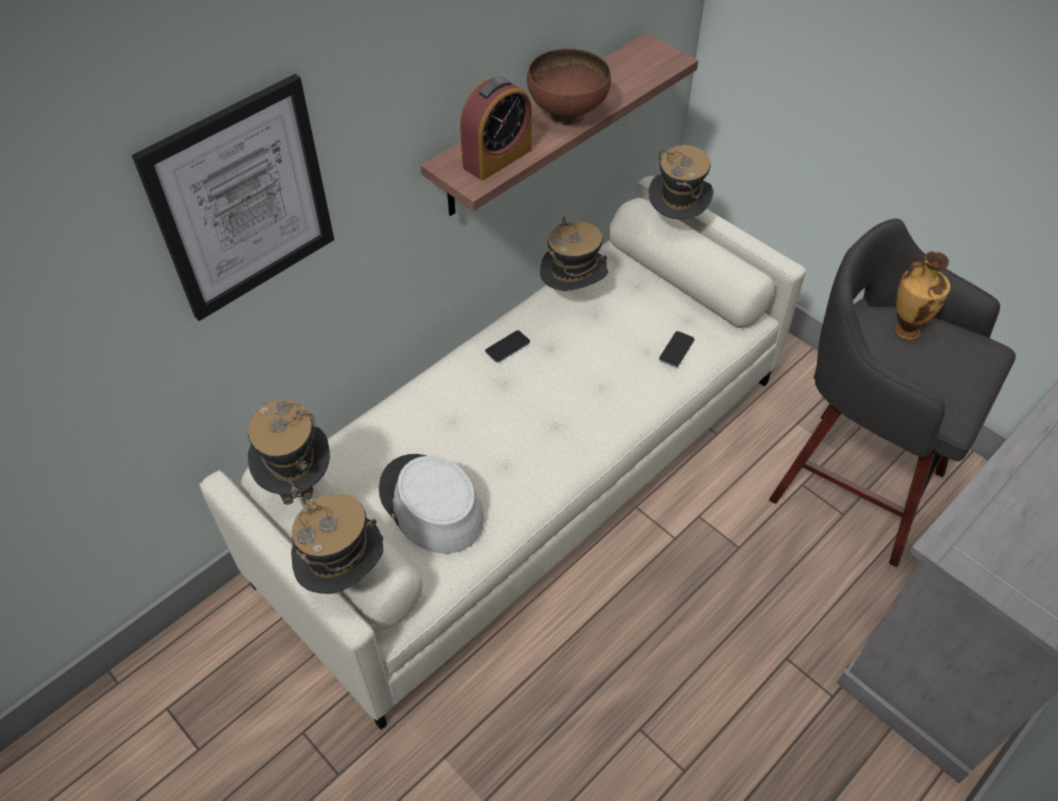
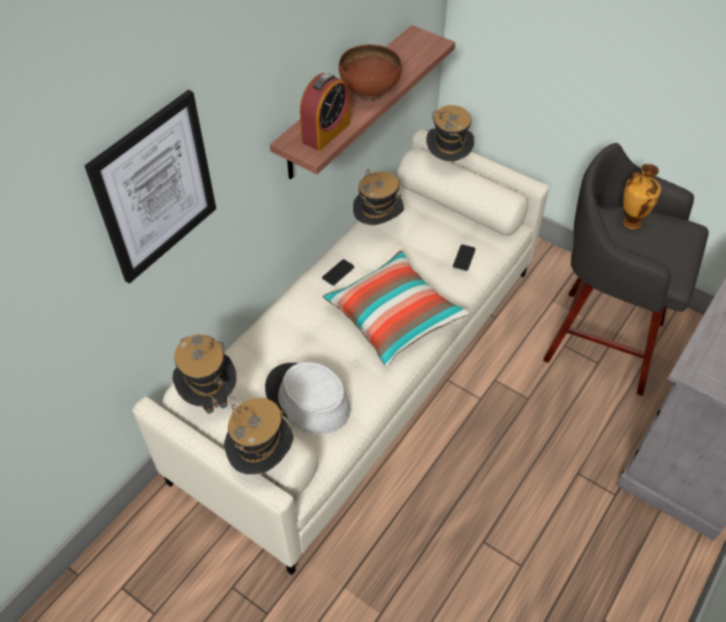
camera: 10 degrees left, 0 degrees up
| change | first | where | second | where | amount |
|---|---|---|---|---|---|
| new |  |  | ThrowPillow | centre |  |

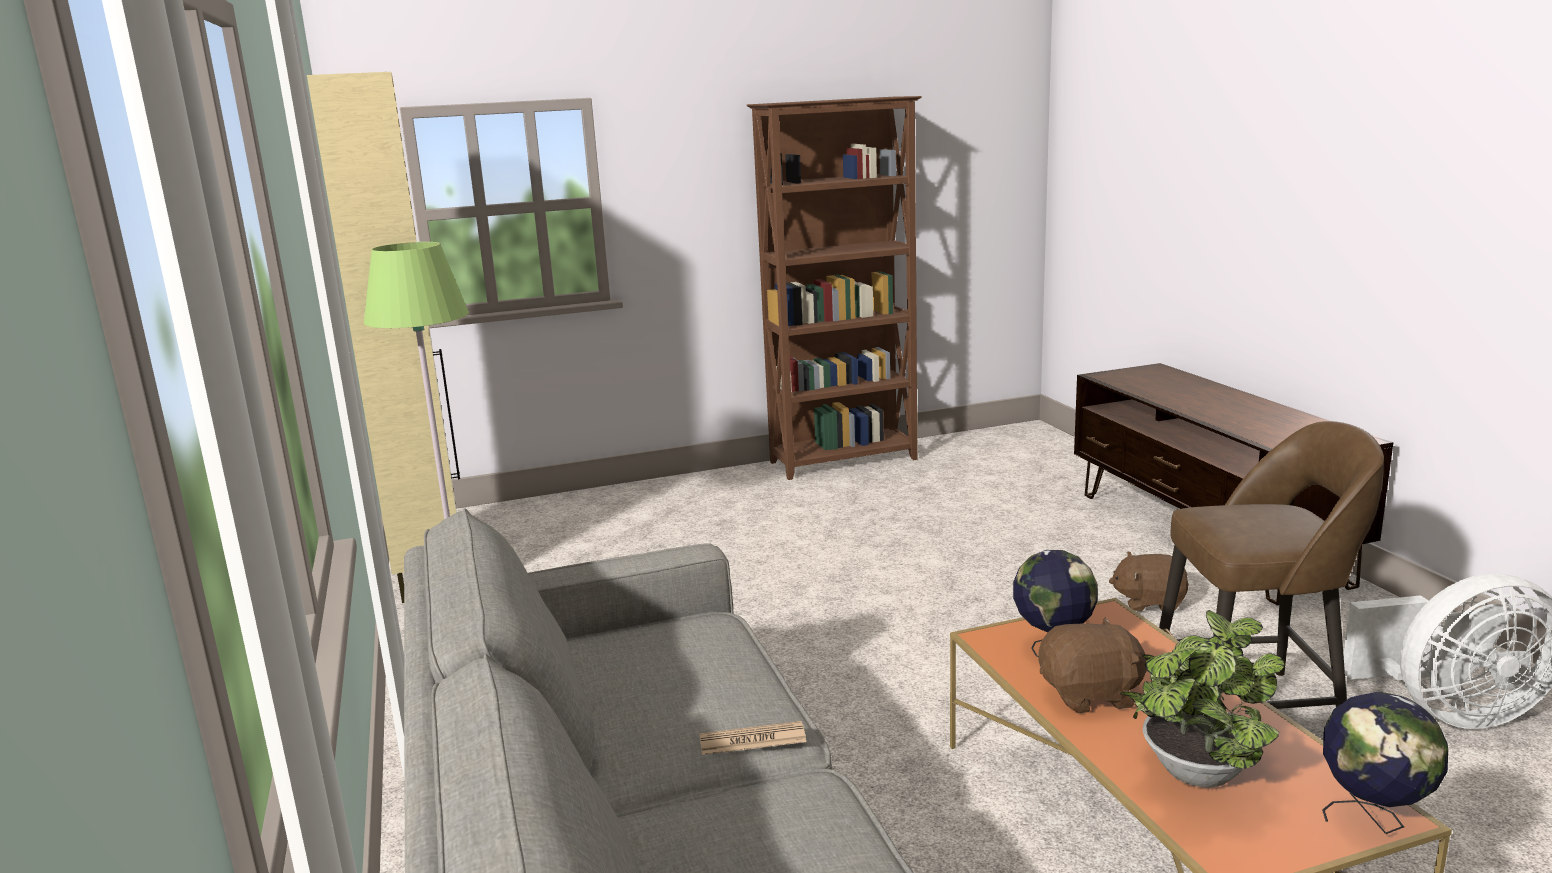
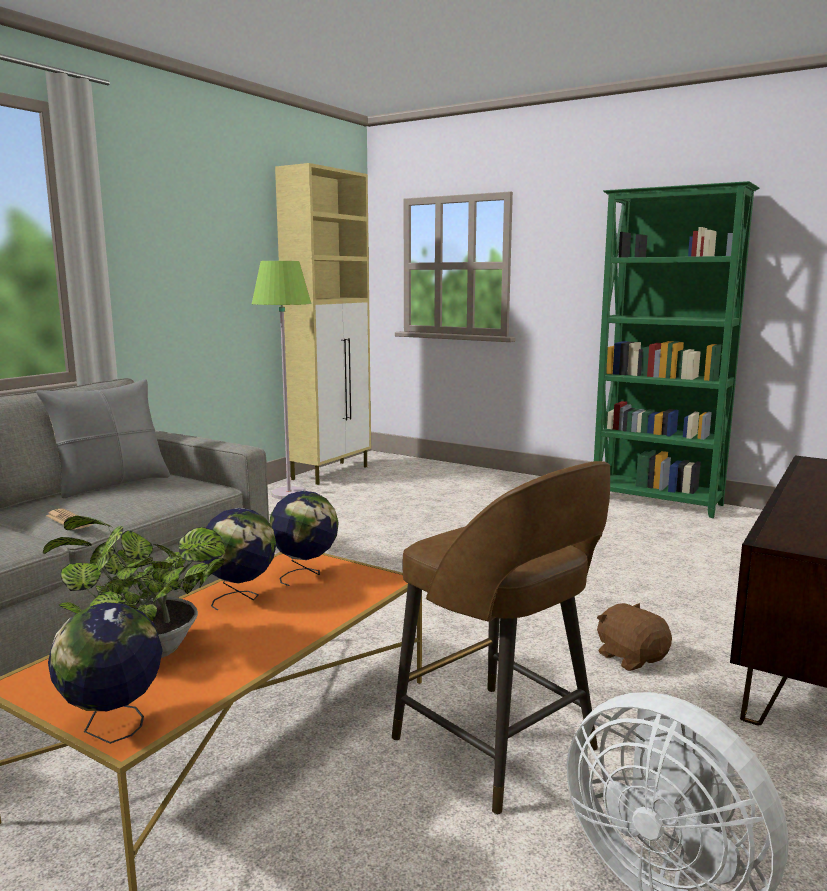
camera: 50 degrees right, 5 degrees down
| change | first | where | second | where | amount |
|---|---|---|---|---|---|
| new |  |  | GrayThrowPillow | middle left |  |
| swapped | BrownishSoftToy (no. 1 from left) | bottom right | DeskGlobe (no. 2 from left) | middle left |  |
| repainted | BrownishBookshelf | top centre | GreenishBookshelf | middle right |  |

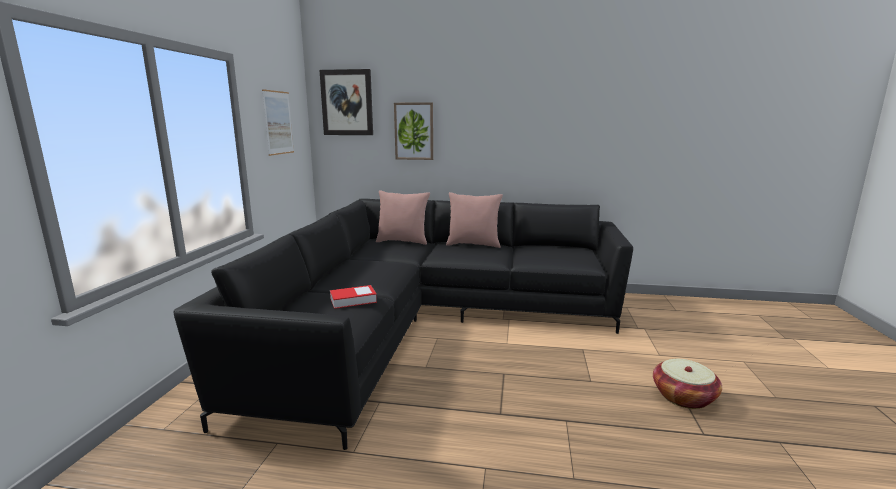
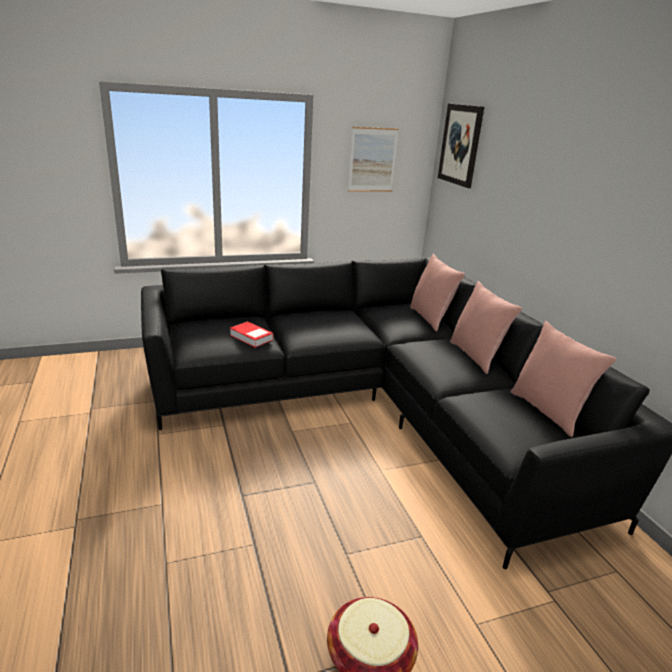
camera: 60 degrees right, 10 degrees up
| change | first | where | second | where | amount |
|---|---|---|---|---|---|
| gone | WallArt (no. 3 from left) | top centre |  |  |  |
| new |  |  | PinkThrowPillow (no. 3 from left) | middle right |  |

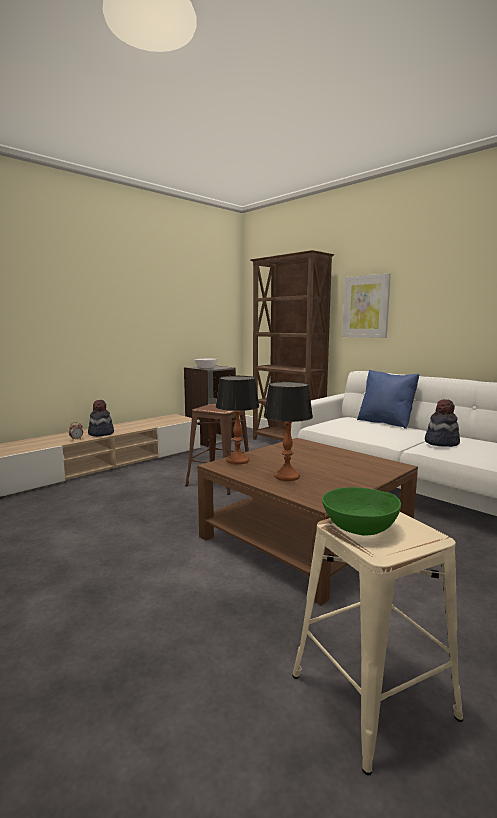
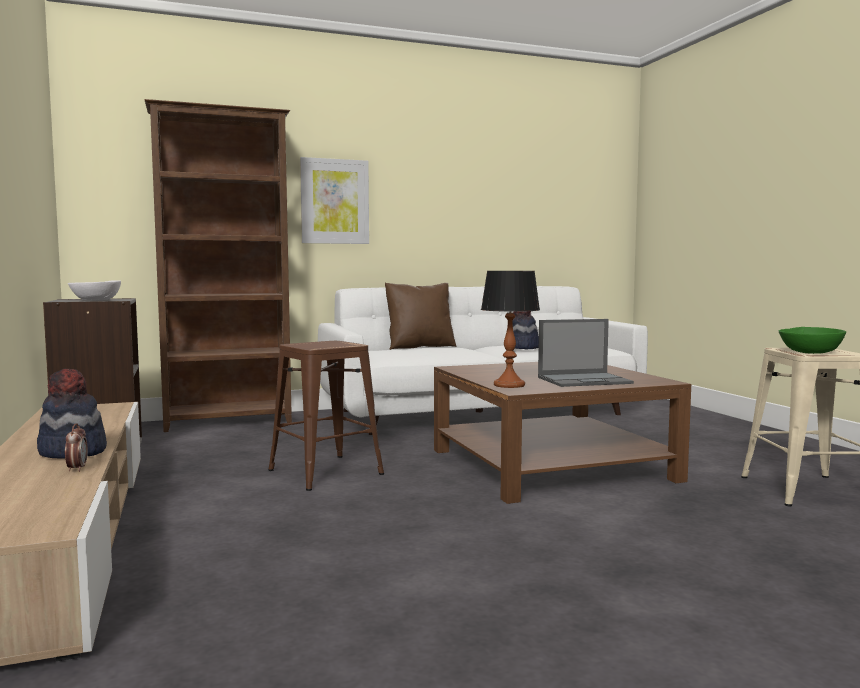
camera: 65 degrees left, 5 degrees down
| change | first | where | second | where | amount |
|---|---|---|---|---|---|
| swapped | TabletopLamp (no. 2 from left) | centre | NotebookComputer | middle right |  |
| repainted | BluishThrowPillow | middle right | BrownishThrowPillow | centre |  |

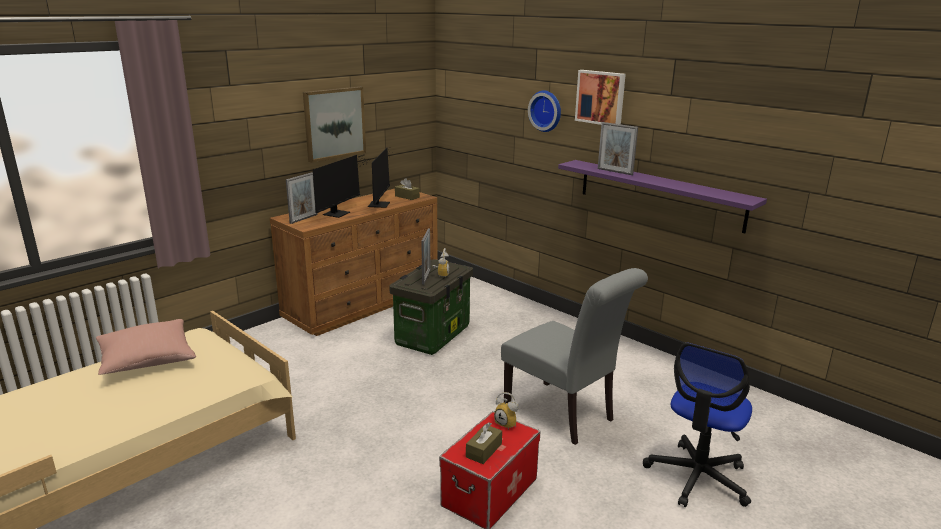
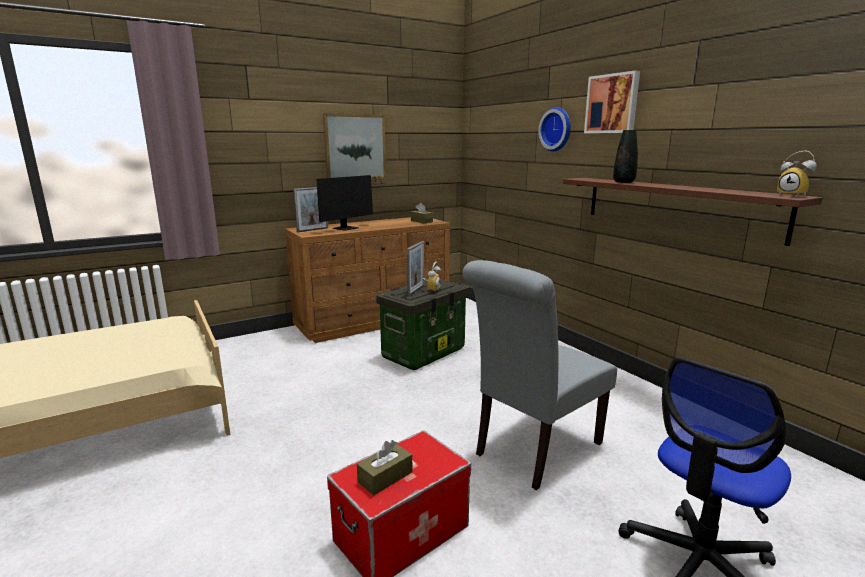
camera: 15 degrees right, 5 degrees down
| change | first | where | second | where | amount |
|---|---|---|---|---|---|
| gone | PinkThrowPillow | middle left |  |  |  |
| gone | ComputerDisplay (no. 2 from left) | centre |  |  |  |
| shifted | BedsideClock (no. 2 from left) | bottom centre |  | top right |  |
| swapped | PictureFrame (no. 3 from left) | top centre | BlackishDecorativeVase | top right |  |
| repainted | PurplishBracketShelf | middle right | BrownishBracketShelf | middle right |  |
| rotated | GrayPlainChair | bottom centre |  | centre | 75 degrees clockwise |

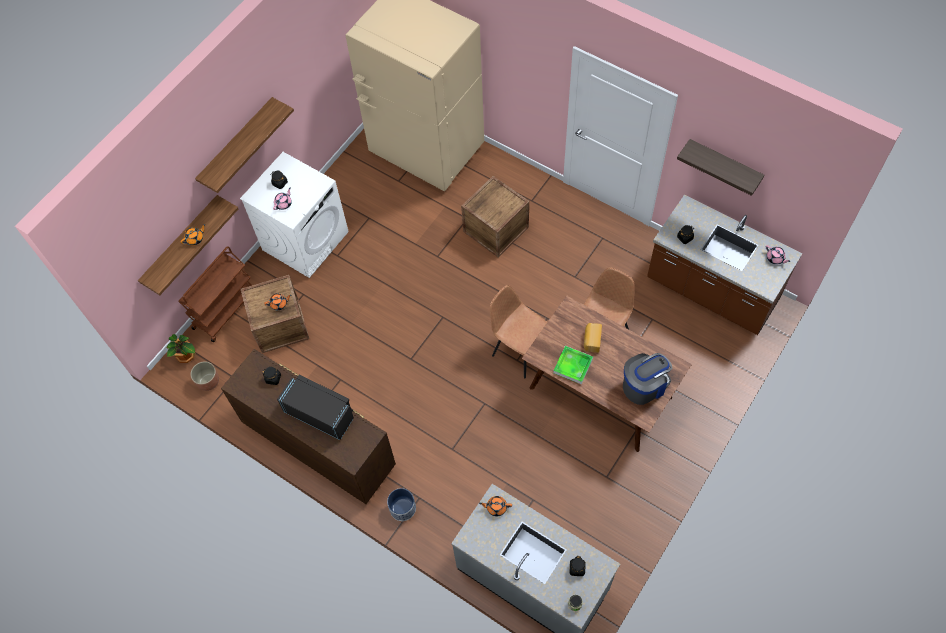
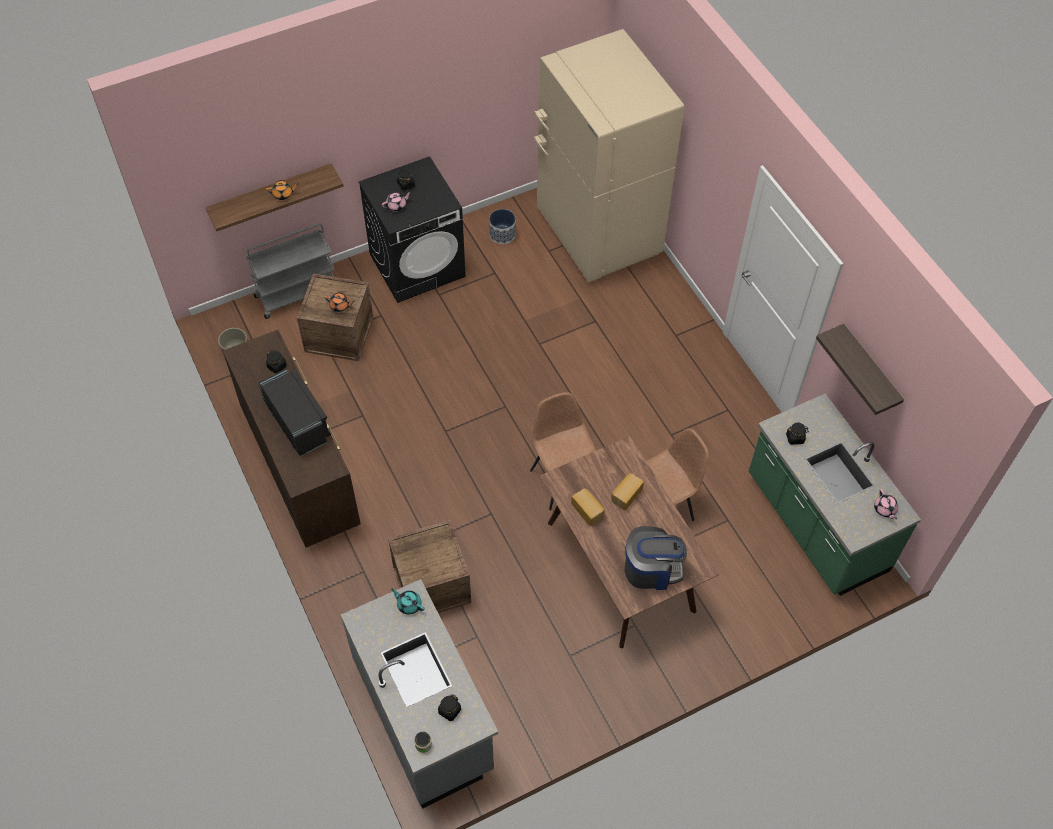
camera: 25 degrees right, 5 degrees down
| change | first | where | second | where | amount |
|---|---|---|---|---|---|
| gone | PottedPlant | middle left |  |  |  |
| gone | BracketShelf (no. 2 from left) | top left |  |  |  |
| shifted | PlantPot (no. 2 from left) | bottom centre |  | top centre |  |
| shifted | ShippingCrate (no. 2 from left) | centre |  | bottom centre |  |
| swapped | ServingTray | centre | Bread (no. 1 from left) | centre |  |
| repainted | BrownishCart | middle left | GrayCart | top left |  |
| repainted | WhiteLaundryAppliance | middle left | BlackishLaundryAppliance | top centre |  |
| repainted | OrangePotForTea (no. 3 from left) | bottom centre | TurquoiseColouredPotForTea | bottom centre |  |
| repainted | BrownishKitchenCounter | middle right | GreenishKitchenCounter | middle right |  |

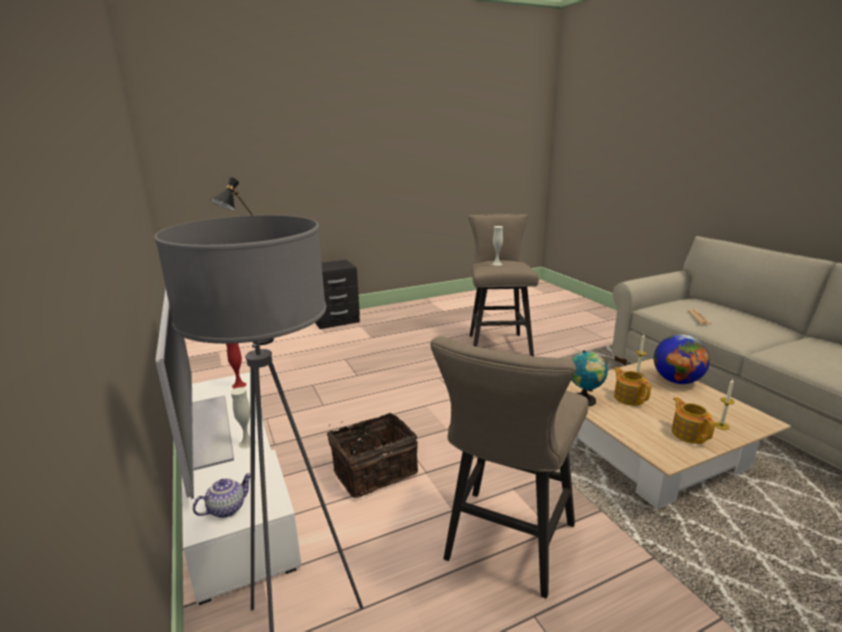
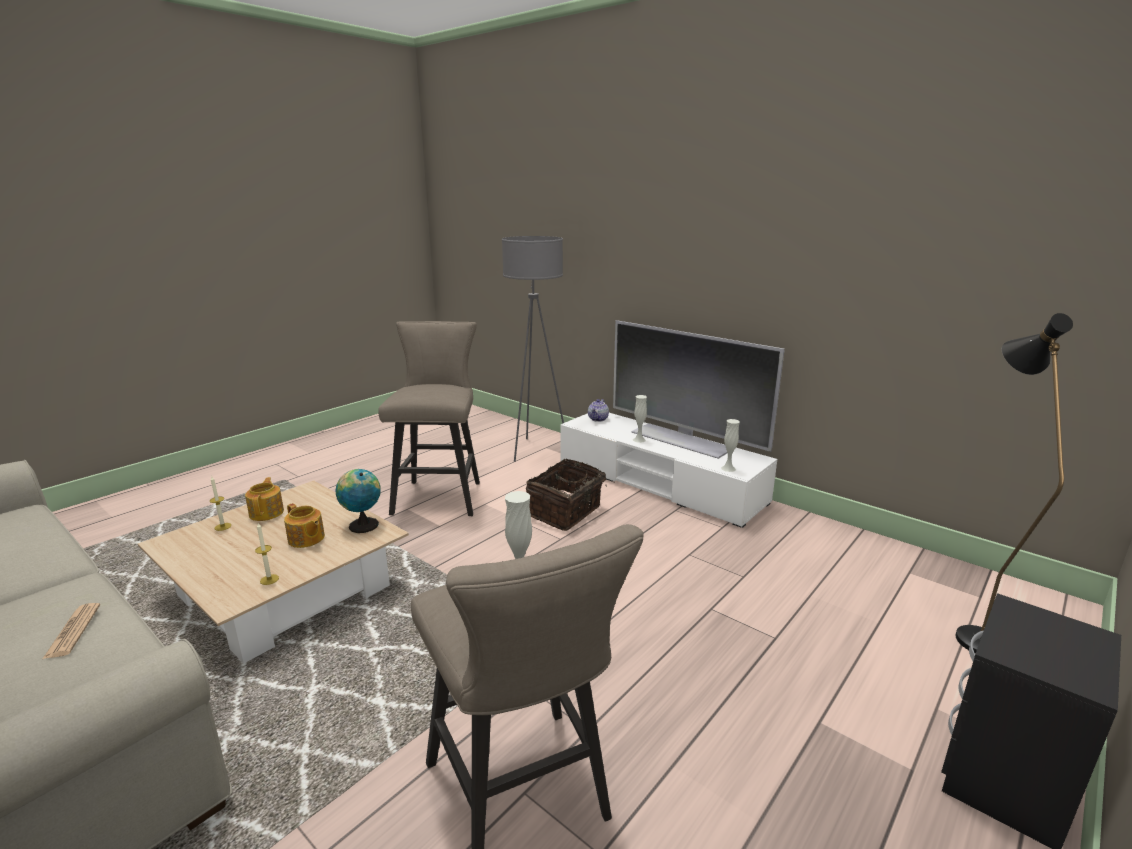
camera: 155 degrees right, 0 degrees up
| change | first | where | second | where | amount |
|---|---|---|---|---|---|
| gone | DeskGlobe (no. 2 from left) | middle right |  |  |  |
| repainted | RedColouredDecorativeVase | middle left | WhiteDecorativeVase (no. 3 from left) | centre |  |
| rotated | PotForTea (no. 3 from left in the first image) | middle right | PotForTea (no. 1 from left) | middle left | 150 degrees counterclockwise |

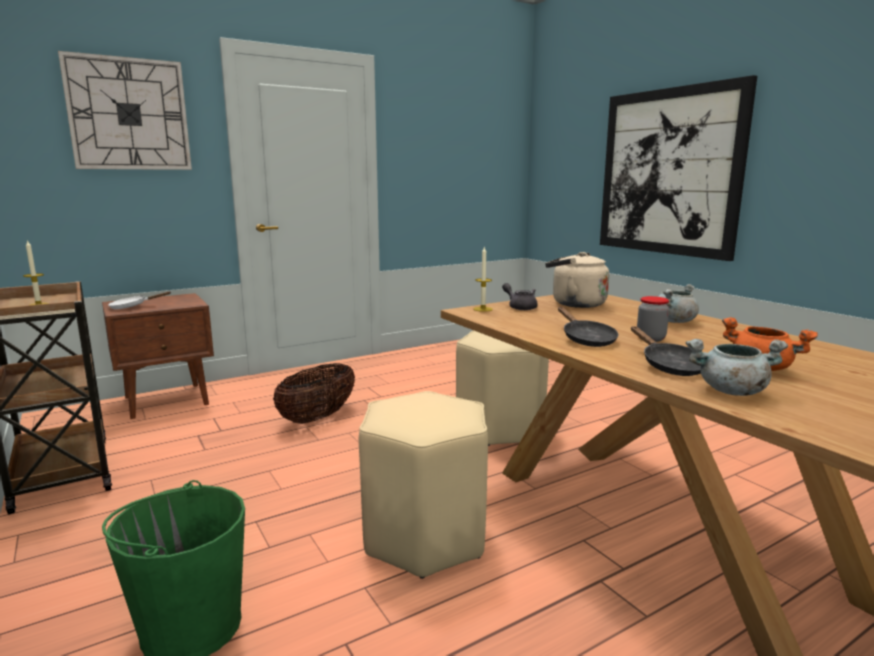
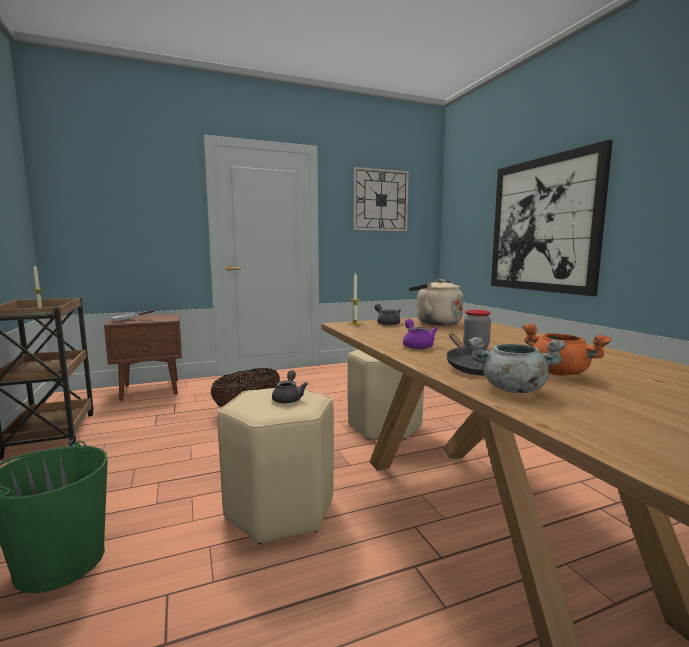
camera: 10 degrees right, 5 degrees down
| change | first | where | second | where | amount |
|---|---|---|---|---|---|
| gone | GraySaucepot (no. 1 from left) | middle right |  |  |  |
| new |  |  | GrayPotForTea (no. 1 from left) | centre |  |
| shifted | ClockOnTheWall | top left |  | top centre |  |
| swapped | BlackishPan (no. 1 from left) | middle right | PurplishPotForTea | centre |  |

